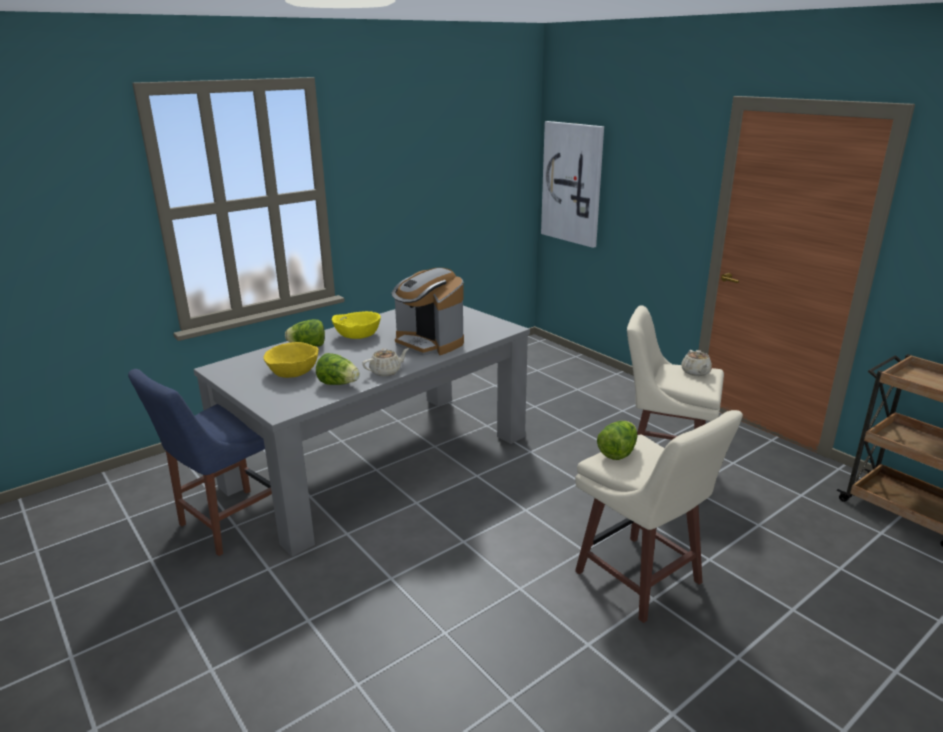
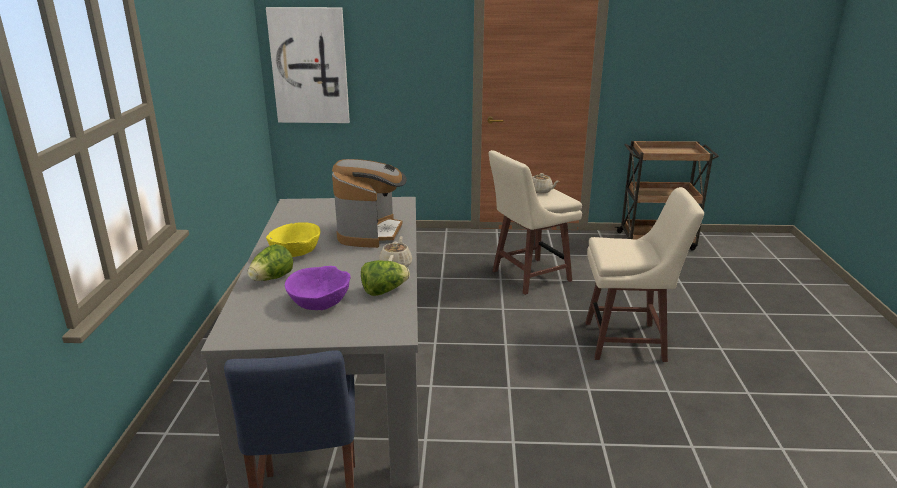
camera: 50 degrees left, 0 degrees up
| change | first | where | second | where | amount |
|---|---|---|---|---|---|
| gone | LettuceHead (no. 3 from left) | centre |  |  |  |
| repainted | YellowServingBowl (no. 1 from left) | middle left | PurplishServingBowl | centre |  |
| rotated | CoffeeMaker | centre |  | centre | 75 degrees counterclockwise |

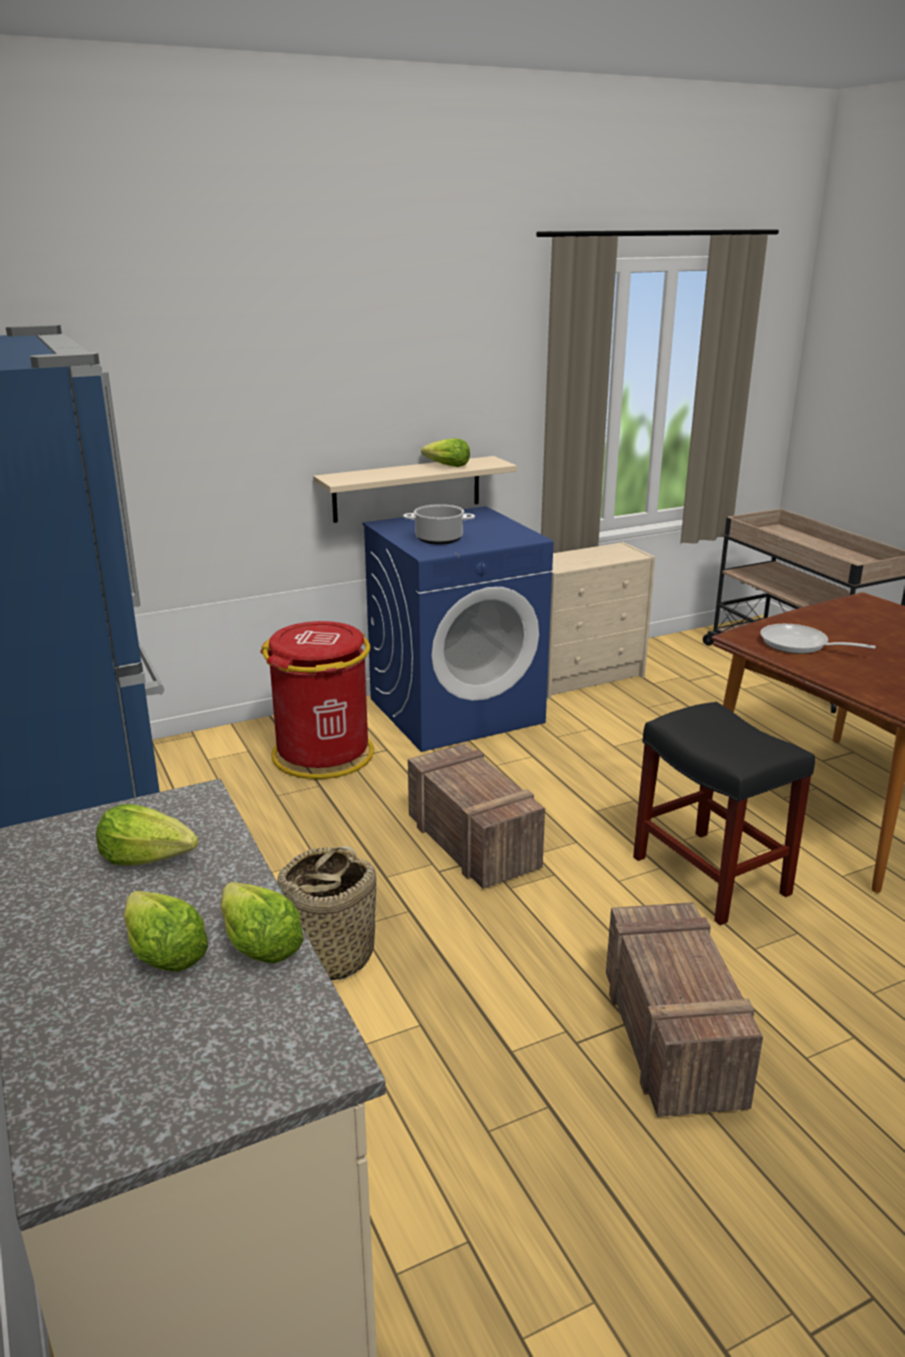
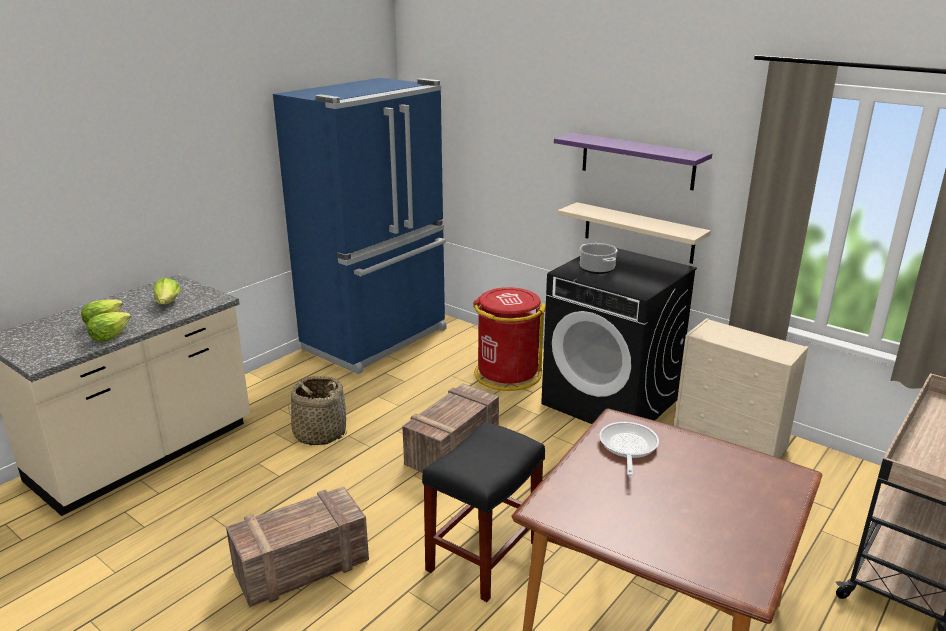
camera: 65 degrees right, 0 degrees up
| change | first | where | second | where | amount |
|---|---|---|---|---|---|
| gone | LettuceHead (no. 4 from left) | top centre |  |  |  |
| new |  |  | PurplishBracketShelf | top right |  |
| repainted | BluishLaundryAppliance | centre | BlackishLaundryAppliance | centre |  |

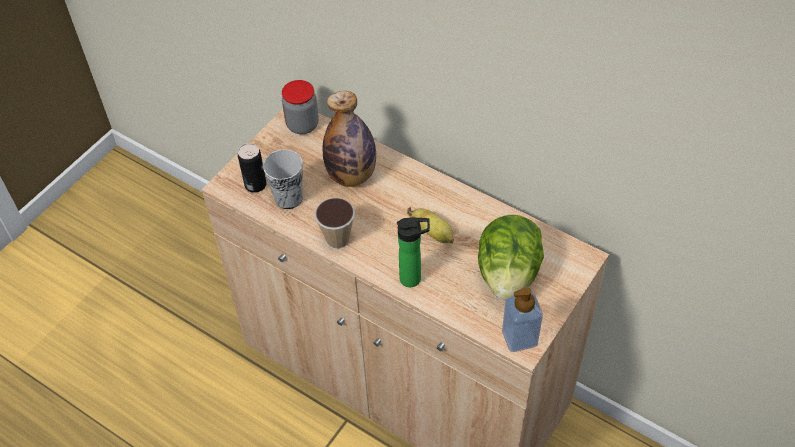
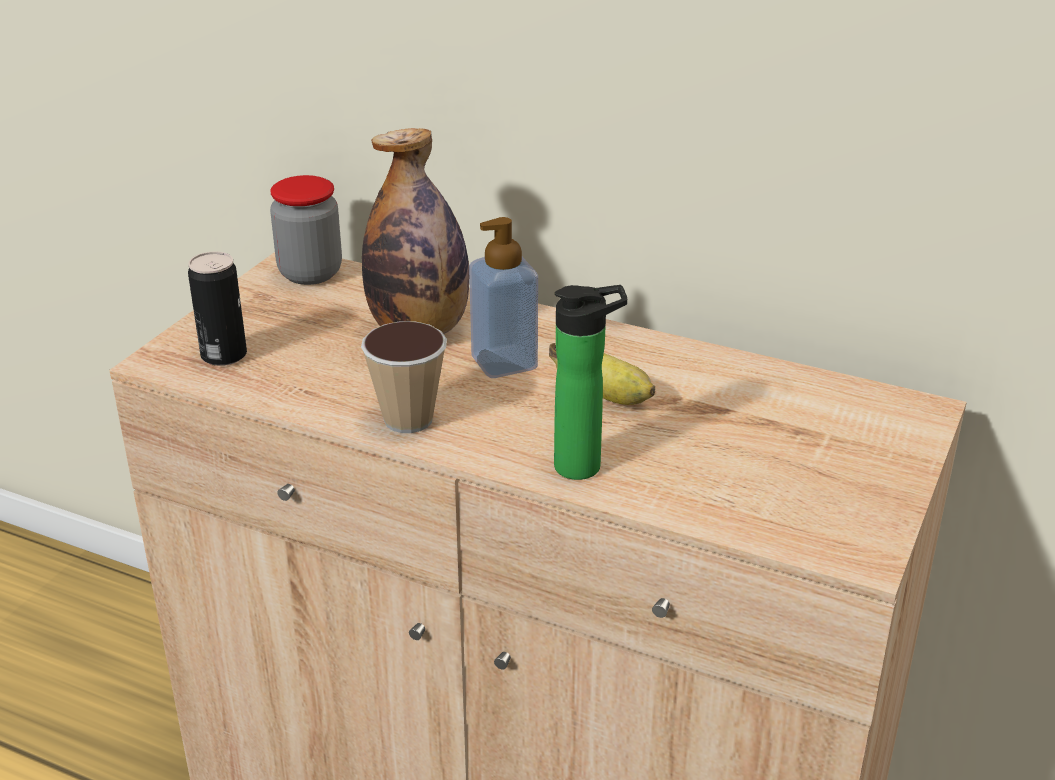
camera: 10 degrees left, 20 degrees down
| change | first | where | second | where | amount |
|---|---|---|---|---|---|
| gone | DrinkingCup (no. 1 from left) | centre |  |  |  |
| gone | LettuceHead | centre |  |  |  |
| shifted | SoapBottle | bottom centre |  | centre |  |

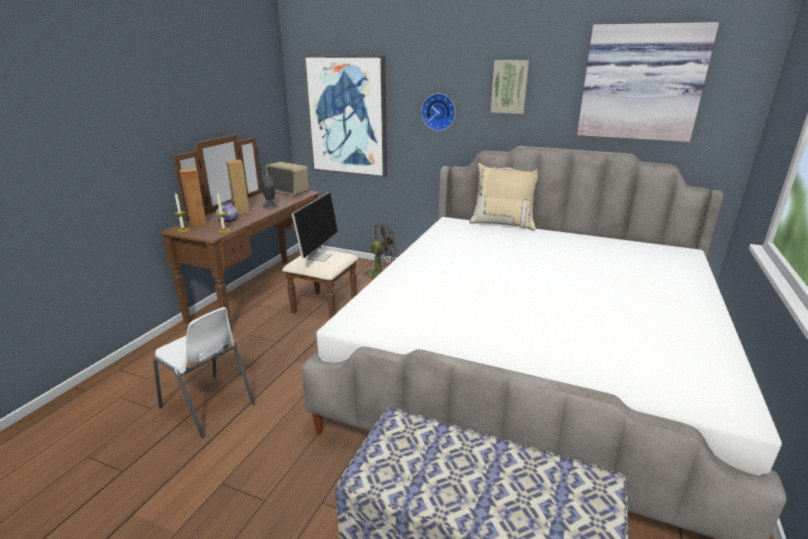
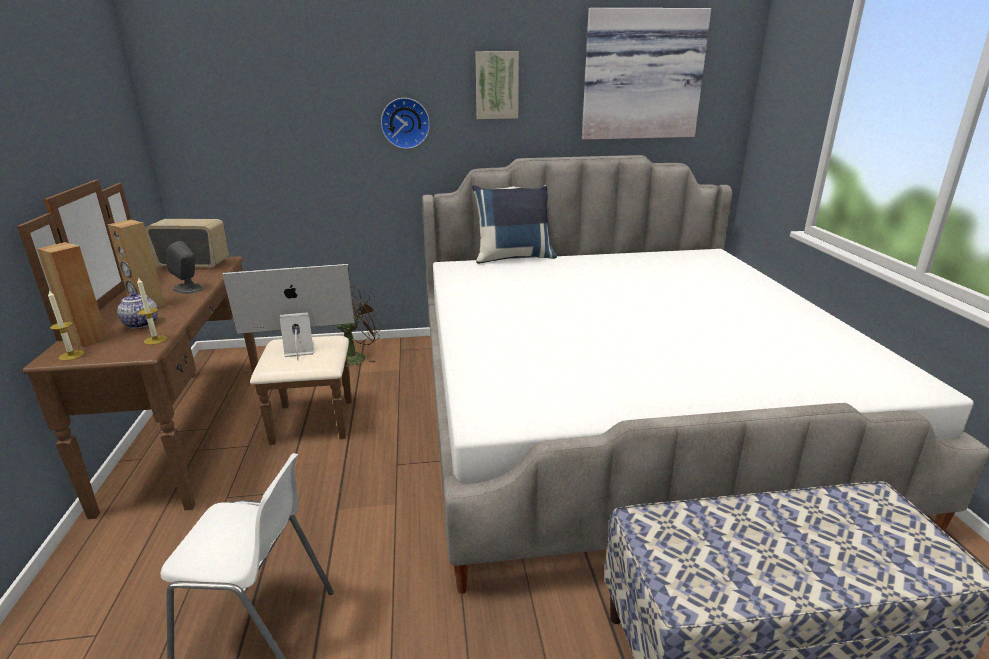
camera: 30 degrees left, 0 degrees up
| change | first | where | second | where | amount |
|---|---|---|---|---|---|
| gone | WallArt (no. 1 from left) | top centre |  |  |  |
| repainted | BeigeColouredThrowPillow | centre | BluishThrowPillow | centre |  |
| rotated | ComputerDisplay | centre |  | middle left | 90 degrees counterclockwise |

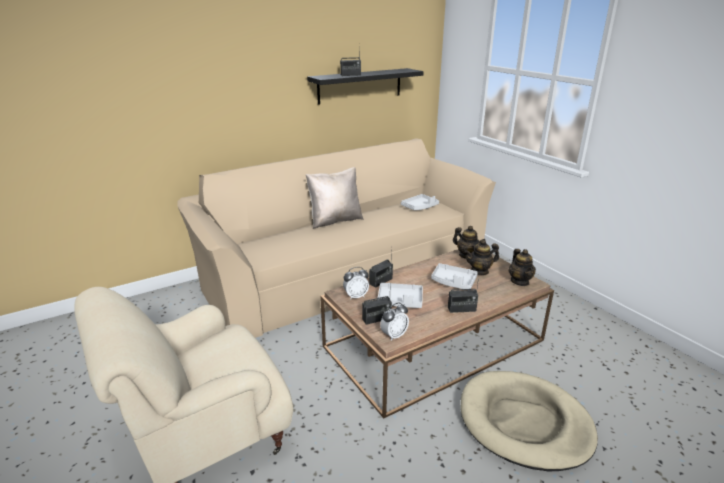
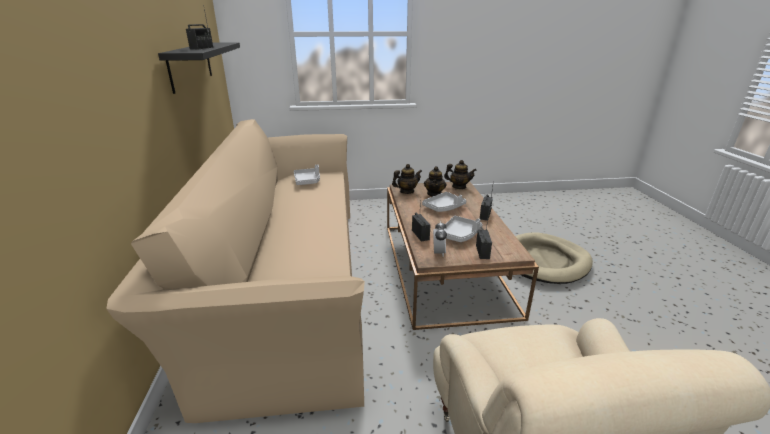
camera: 65 degrees left, 0 degrees up
| change | first | where | second | where | amount |
|---|---|---|---|---|---|
| gone | BeigeColouredThrowPillow | centre |  |  |  |
| gone | BedsideClock (no. 2 from left) | bottom centre |  |  |  |

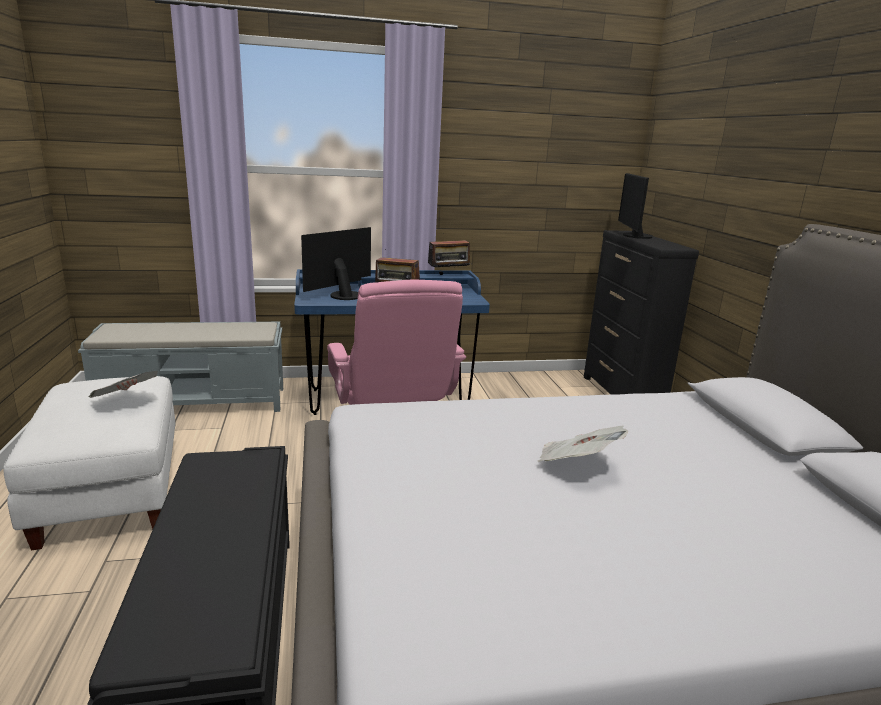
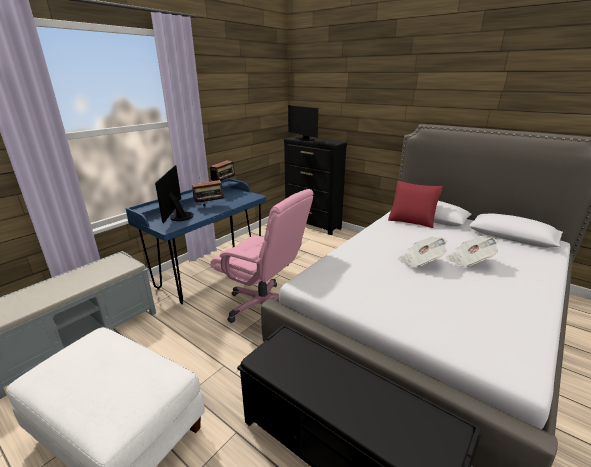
camera: 40 degrees left, 5 degrees up
| change | first | where | second | where | amount |
|---|---|---|---|---|---|
| new |  |  | RedColouredThrowPillow | middle right |  |
| shifted | Newspaper (no. 1 from left in the first image) | middle left | Newspaper (no. 2 from left) | middle right |  |

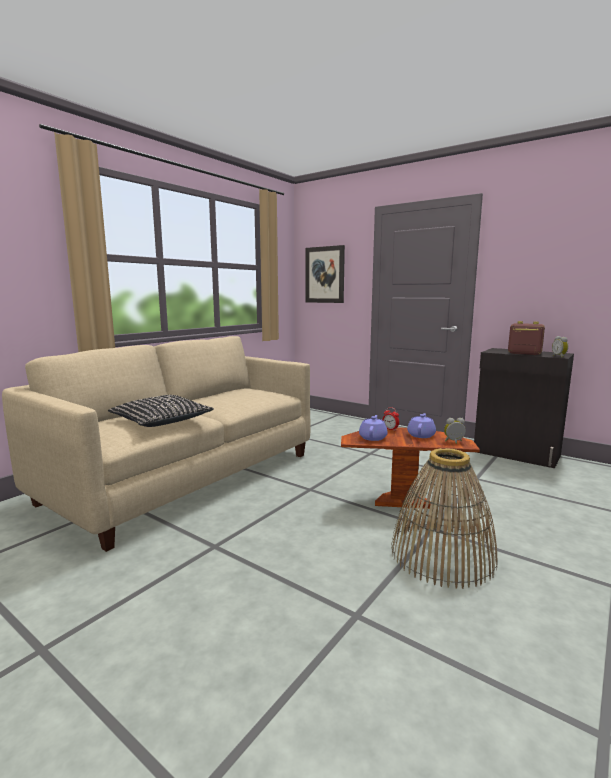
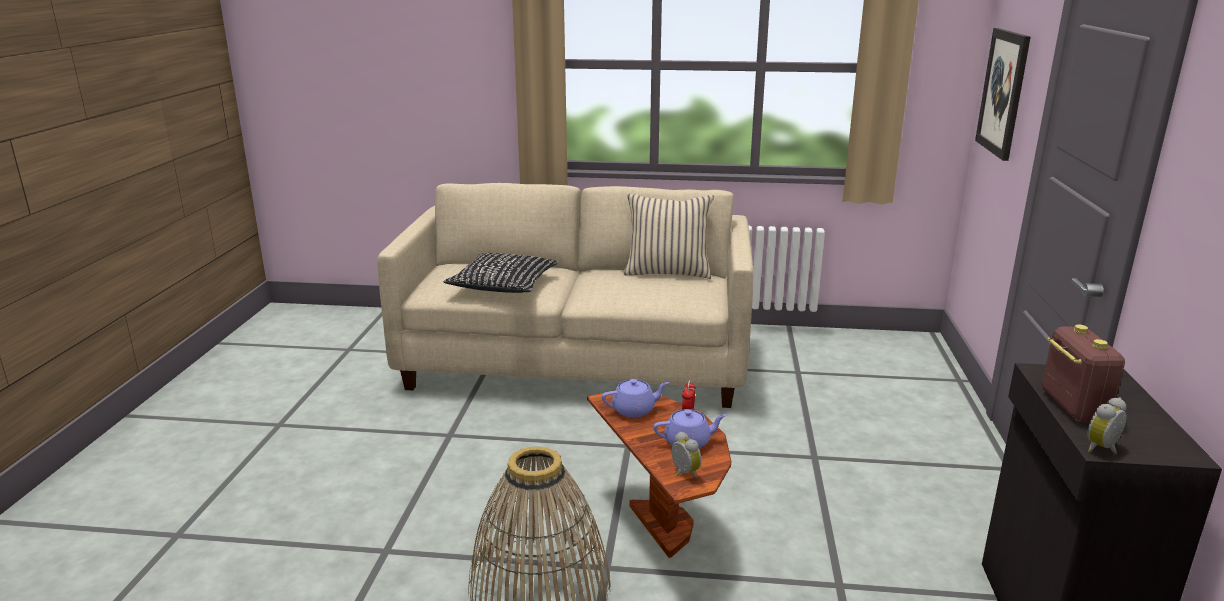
camera: 60 degrees right, 10 degrees up
| change | first | where | second | where | amount |
|---|---|---|---|---|---|
| new |  |  | BeigeColouredThrowPillow | centre |  |

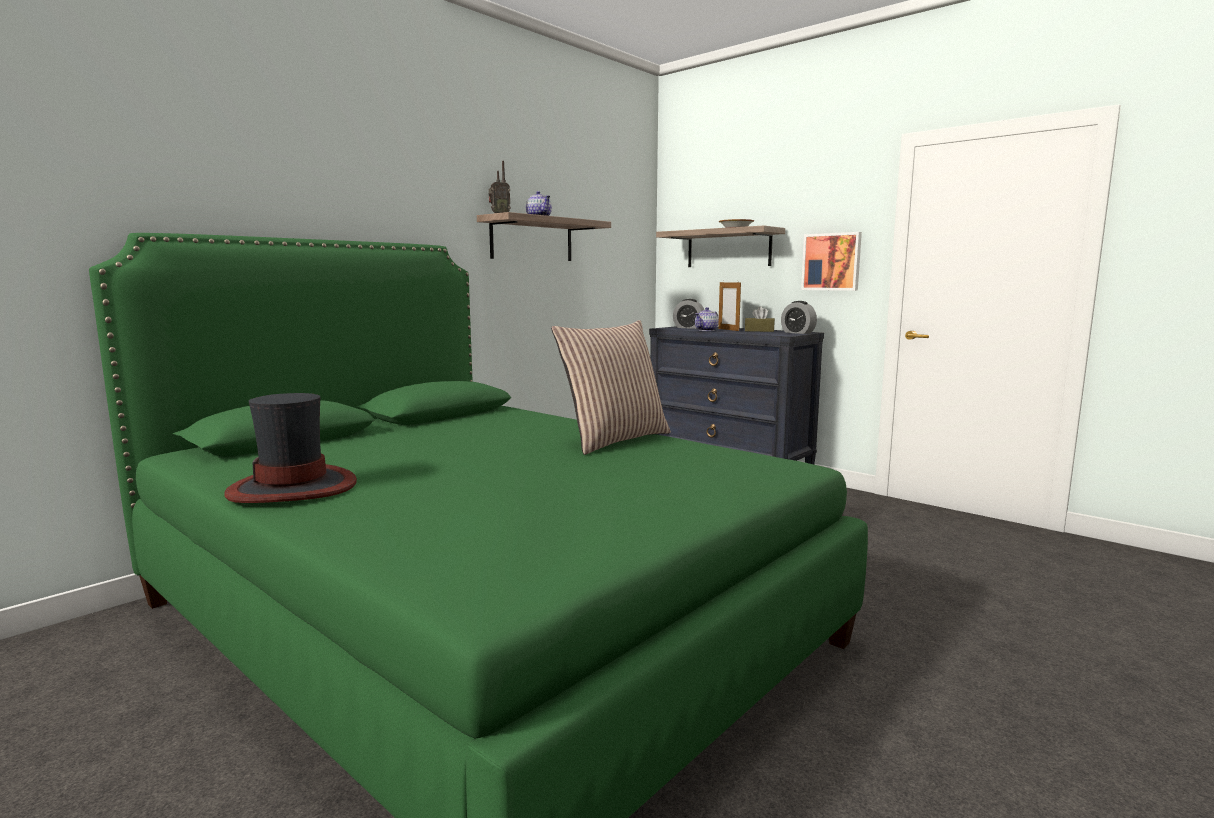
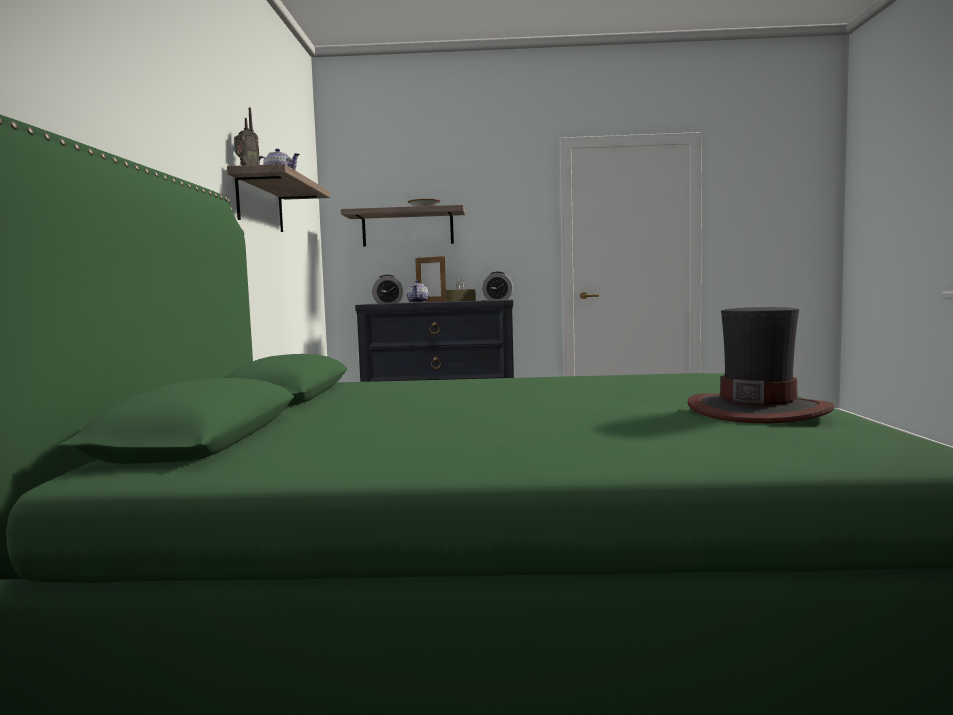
camera: 40 degrees left, 5 degrees down
| change | first | where | second | where | amount |
|---|---|---|---|---|---|
| gone | ThrowPillow | centre |  |  |  |
| gone | WallArt | top right |  |  |  |
| shifted | ClothingHat | middle left |  | middle right |  |

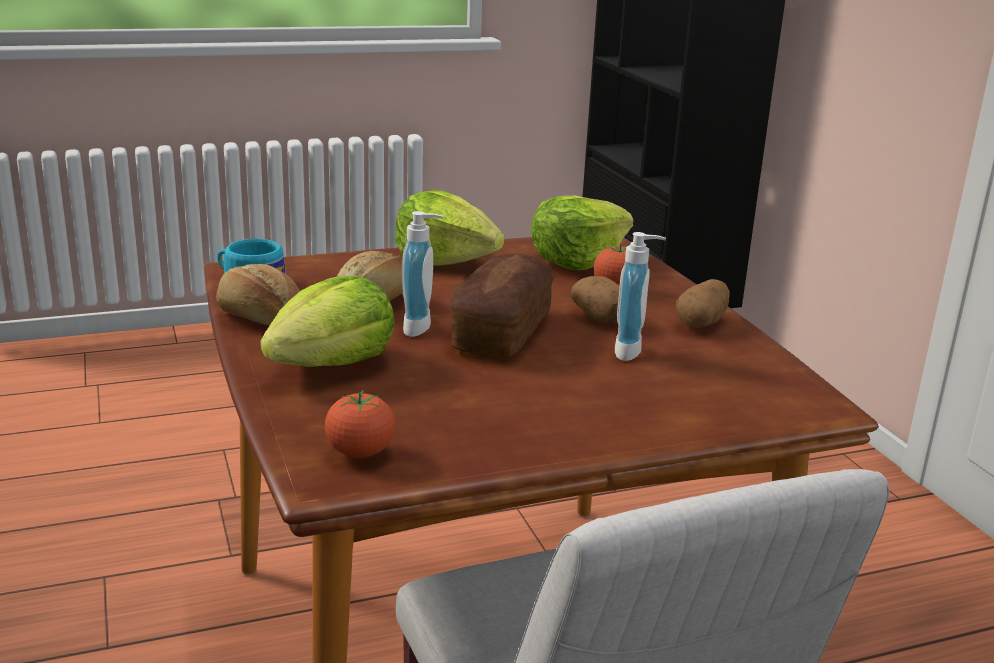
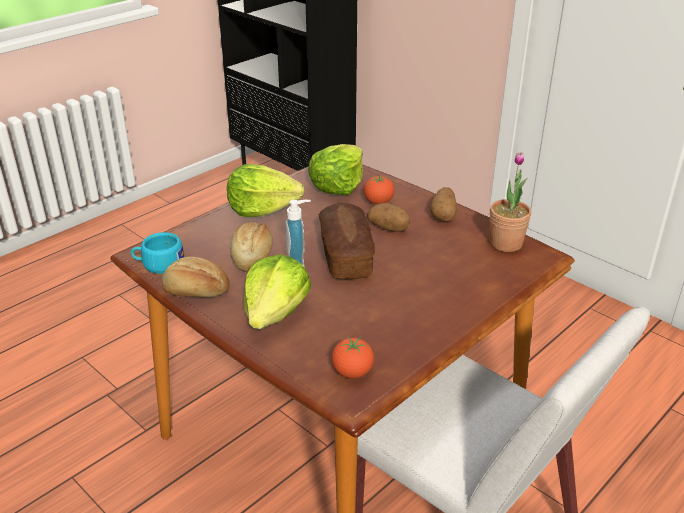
camera: 25 degrees left, 10 degrees up
| change | first | where | second | where | amount |
|---|---|---|---|---|---|
| gone | SoapBottle (no. 2 from left) | centre |  |  |  |
| new |  |  | PottedPlant | middle right |  |

